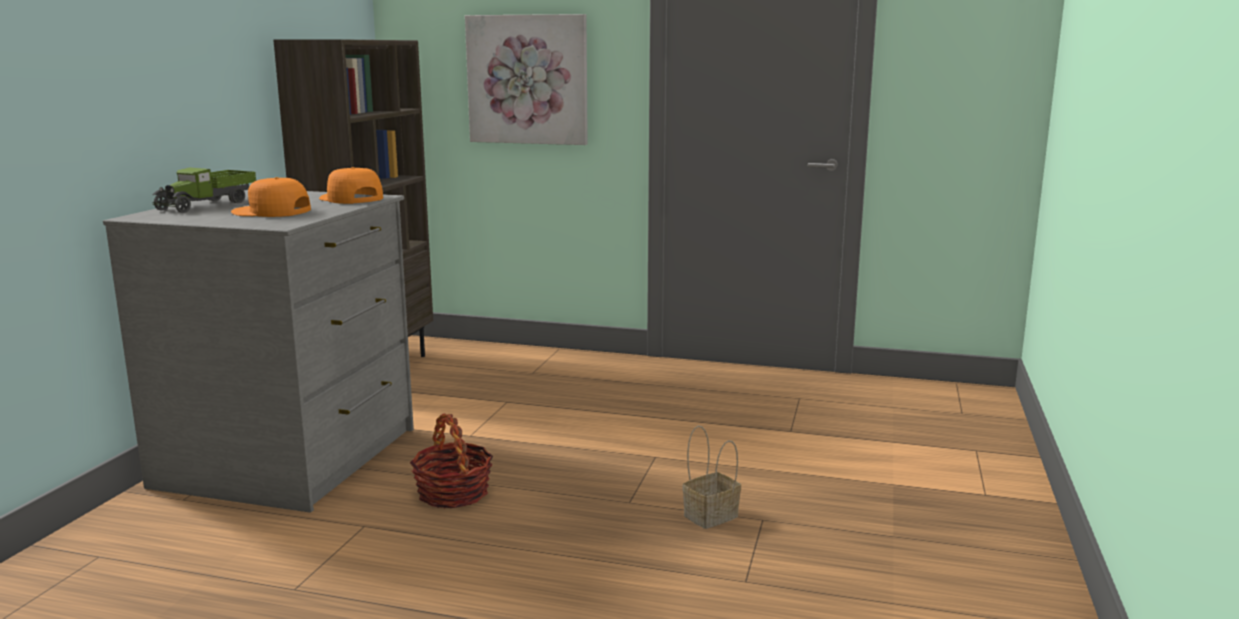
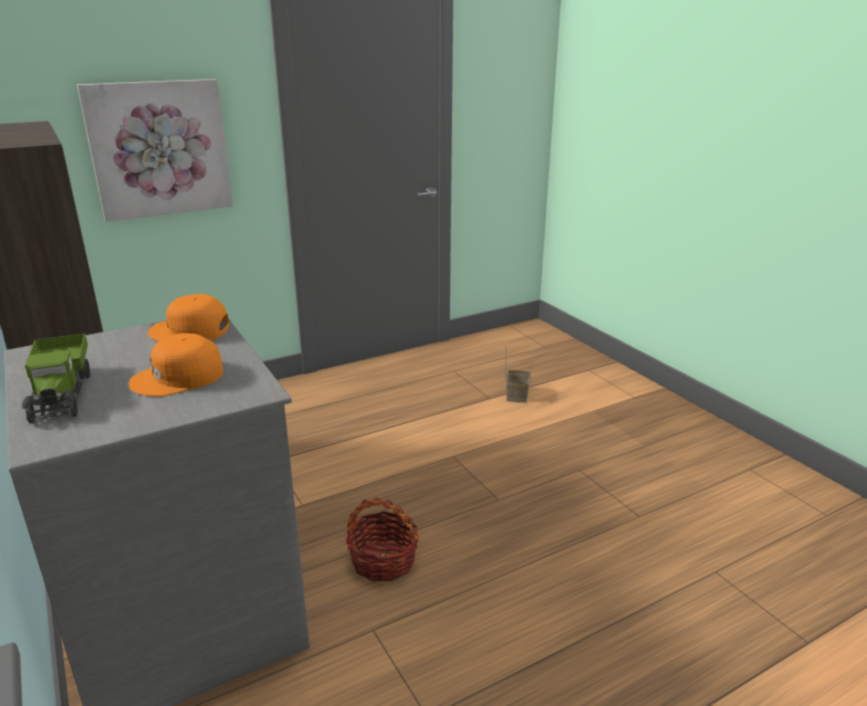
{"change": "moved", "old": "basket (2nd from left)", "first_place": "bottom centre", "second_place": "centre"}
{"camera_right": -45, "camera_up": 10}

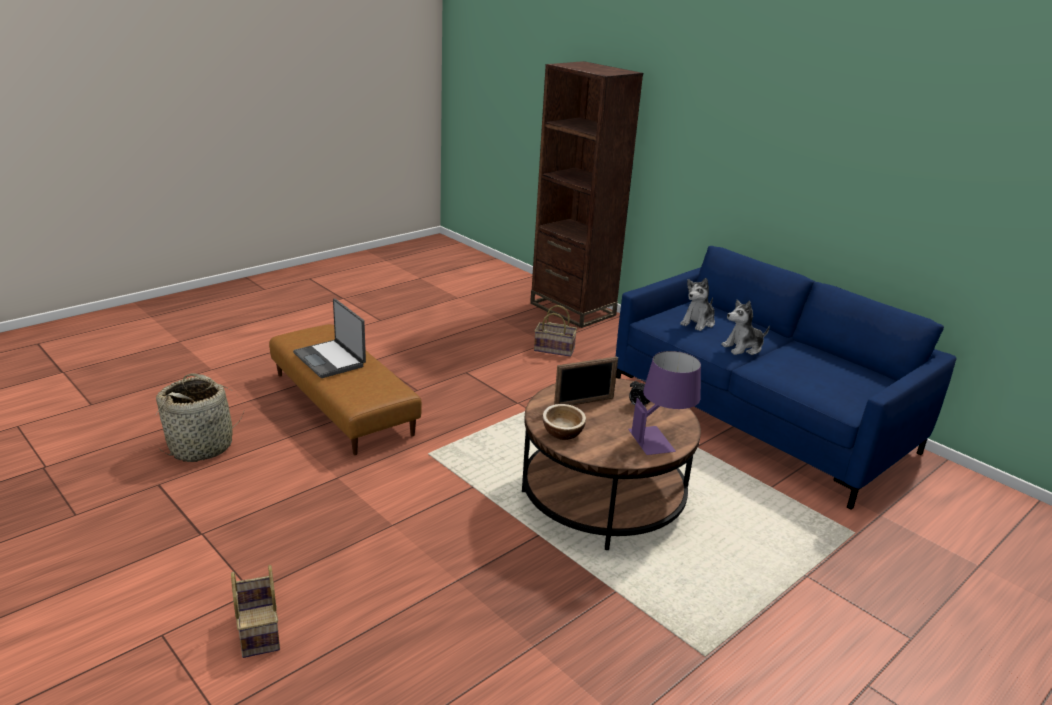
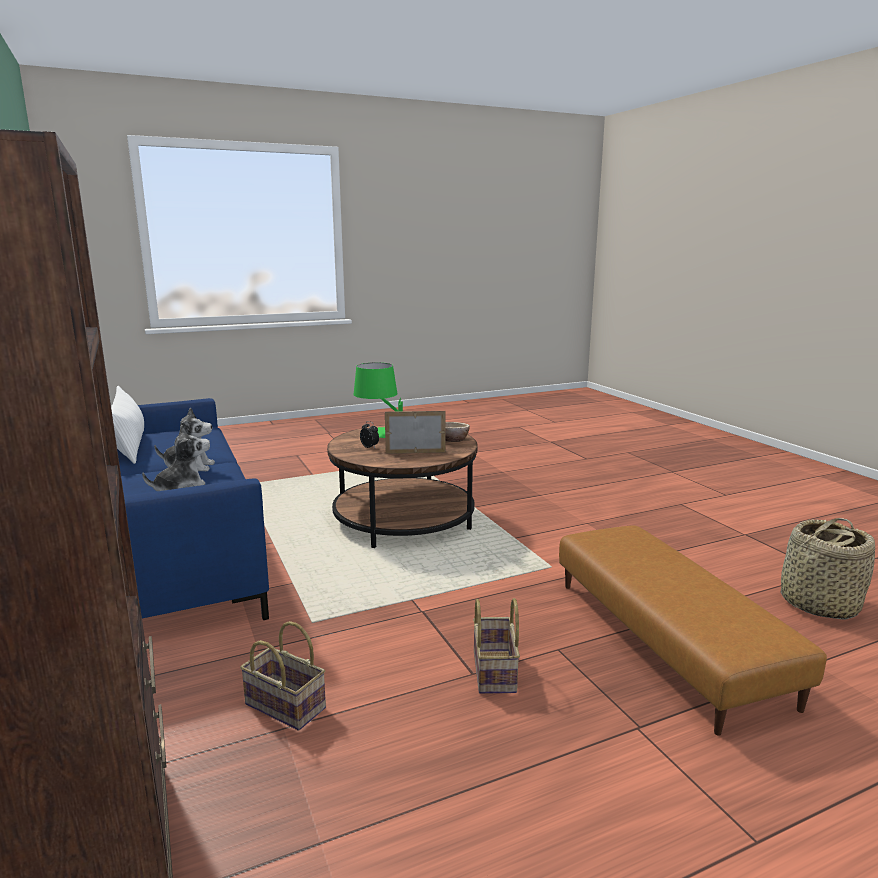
{"change": "removed", "old": "laptop", "first_place": "middle left"}
{"change": "added", "new": "white pillow", "second_place": "middle left"}
{"change": "moved", "old": "basket (2nd from left)", "first_place": "bottom left", "second_place": "bottom centre"}
{"change": "recoloured", "old": "purple table lamp", "new": "green table lamp", "first_place": "centre", "second_place": "centre"}
{"camera_right": -160, "camera_up": -10}

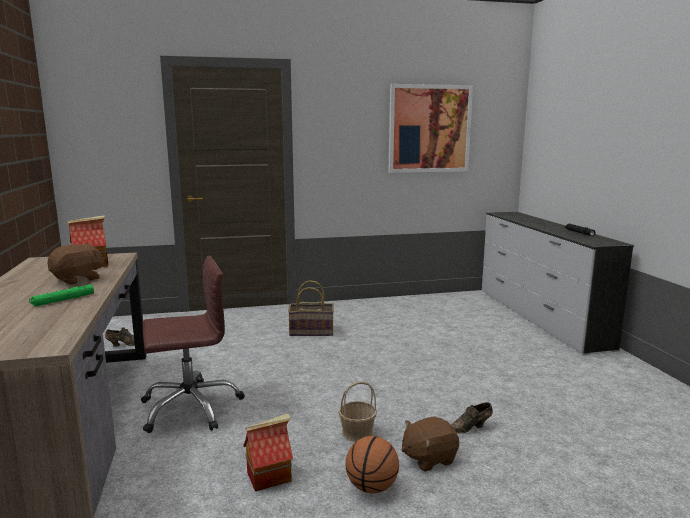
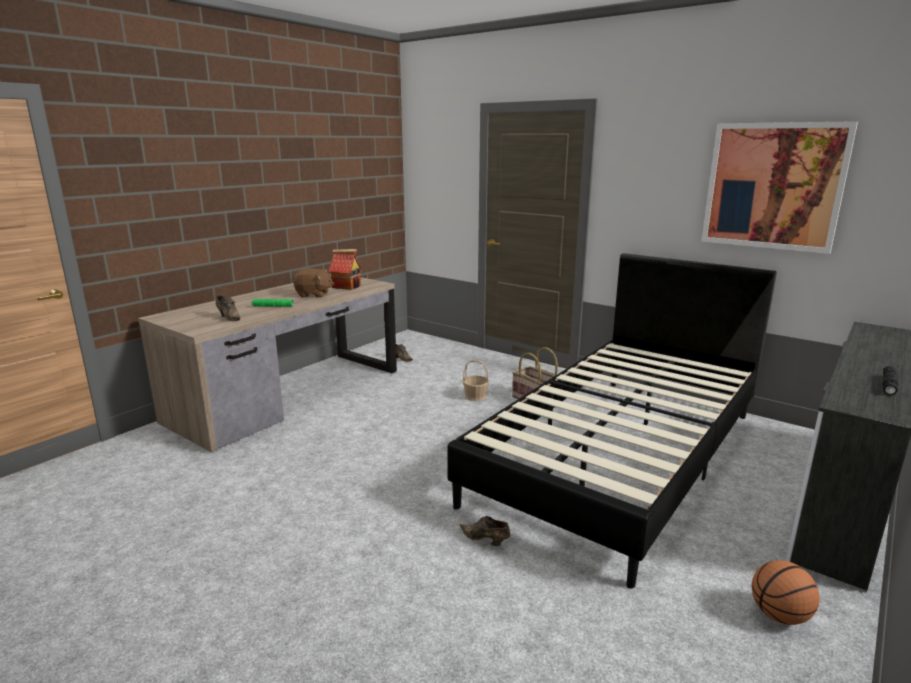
{"change": "removed", "old": "brown office chair", "first_place": "middle left"}
{"change": "removed", "old": "toy house (2nd from left)", "first_place": "bottom centre"}
{"change": "removed", "old": "brown plush toy (2nd from left)", "first_place": "bottom centre"}
{"change": "added", "new": "brown shoe (1st from left)", "second_place": "middle left"}
{"change": "added", "new": "black bed", "second_place": "middle right"}
{"change": "moved", "old": "basket (2nd from left in the first image)", "new": "basket (1st from left)", "first_place": "bottom centre", "second_place": "centre"}
{"change": "moved", "old": "basketball", "first_place": "bottom centre", "second_place": "bottom right"}
{"camera_right": 50, "camera_up": 5}

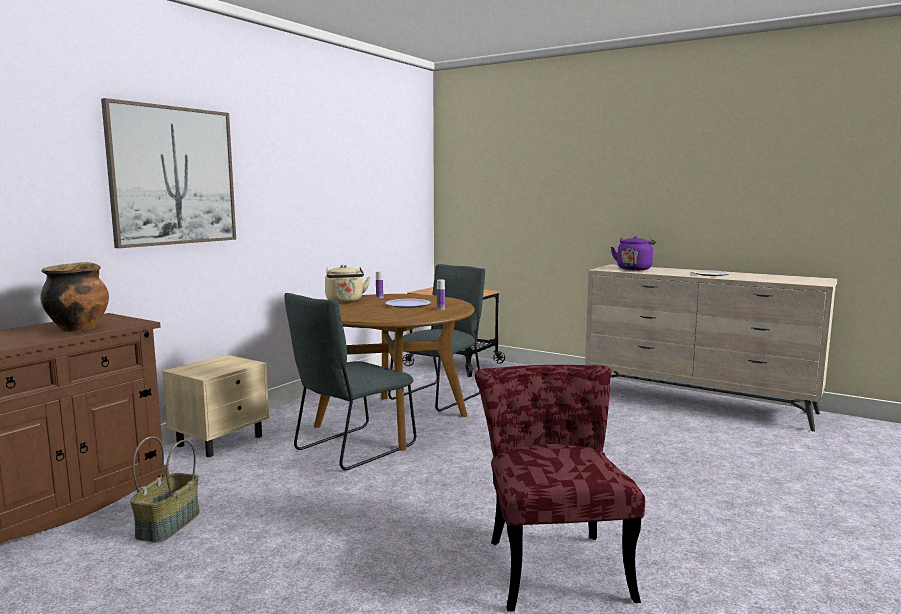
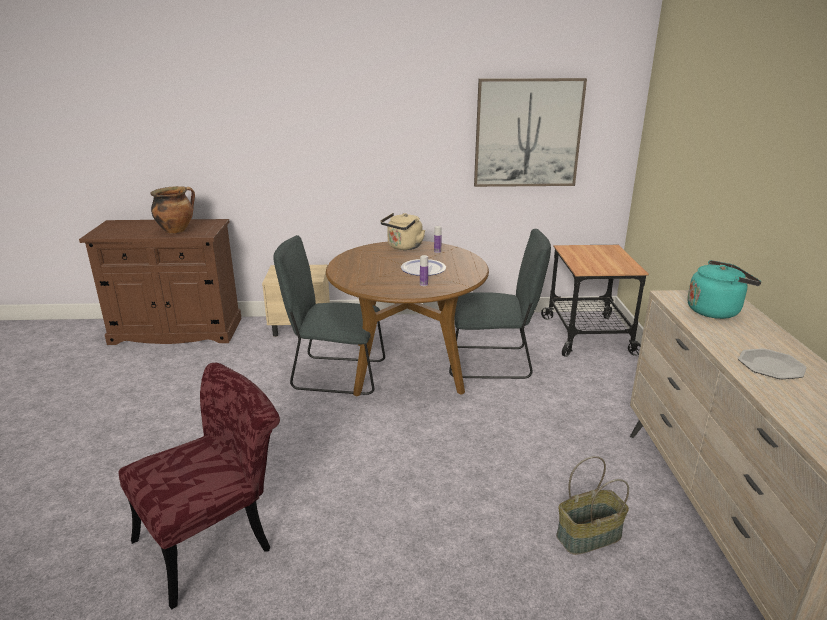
{"change": "moved", "old": "picture", "first_place": "top left", "second_place": "top centre"}
{"change": "moved", "old": "basket", "first_place": "bottom left", "second_place": "bottom right"}
{"change": "recoloured", "old": "purple kettle", "new": "turquoise kettle", "first_place": "middle right", "second_place": "middle right"}
{"camera_right": 55, "camera_up": 15}

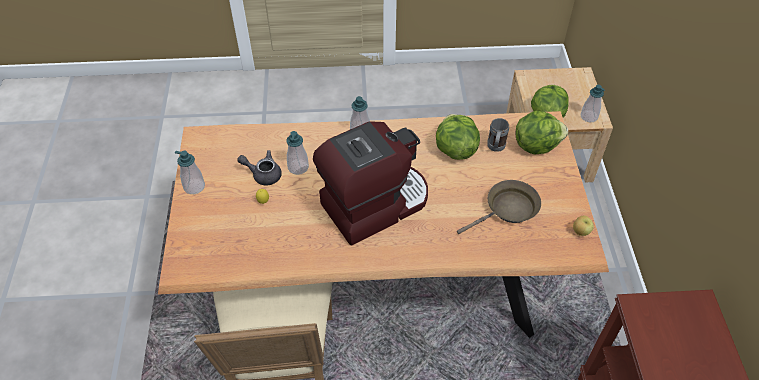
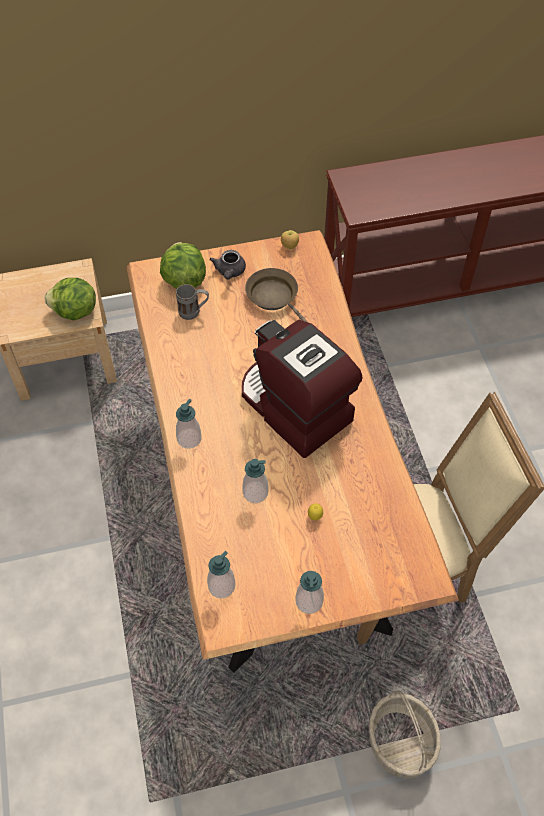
{"change": "removed", "old": "lettuce (1st from left)", "first_place": "centre"}
{"change": "added", "new": "basket", "second_place": "bottom right"}
{"change": "moved", "old": "grey teapot", "first_place": "centre", "second_place": "top centre"}
{"change": "moved", "old": "soap dispenser (4th from left in the first image)", "new": "soap dispenser (2nd from left)", "first_place": "top right", "second_place": "bottom centre"}
{"camera_right": -100, "camera_up": 5}

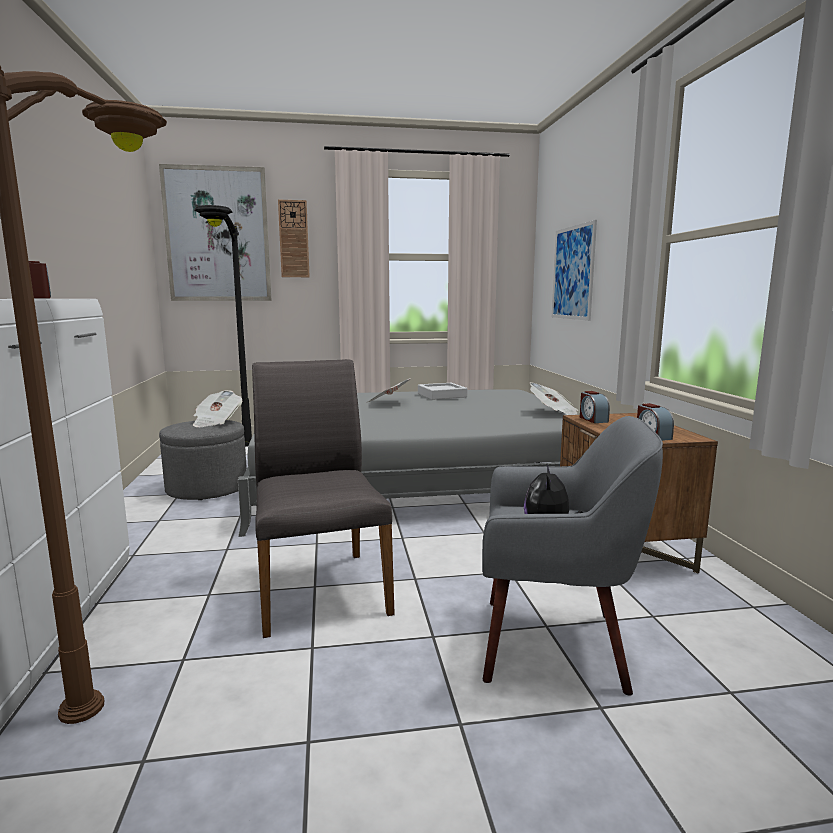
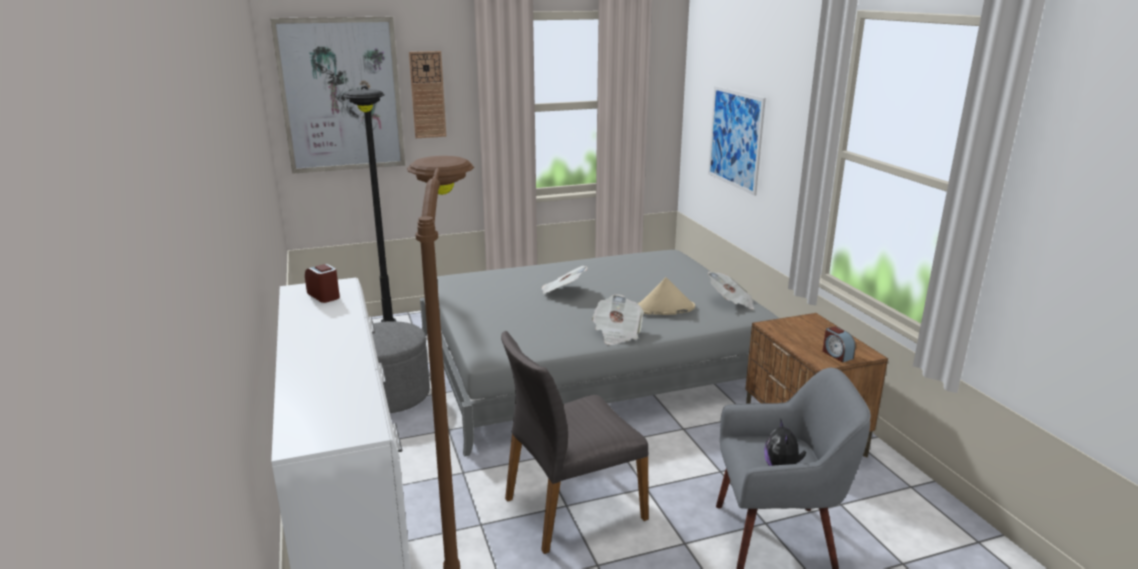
{"change": "removed", "old": "grey tray", "first_place": "centre"}
{"change": "removed", "old": "alarm clock (2nd from left)", "first_place": "middle right"}
{"change": "added", "new": "beige hat", "second_place": "centre"}
{"change": "moved", "old": "newspaper (1st from left in the first image)", "new": "newspaper (2nd from left)", "first_place": "middle left", "second_place": "centre"}
{"change": "turned", "old": "grey chair", "first_place": "centre", "second_place": "bottom centre", "degrees": -90}
{"camera_right": -10, "camera_up": 10}

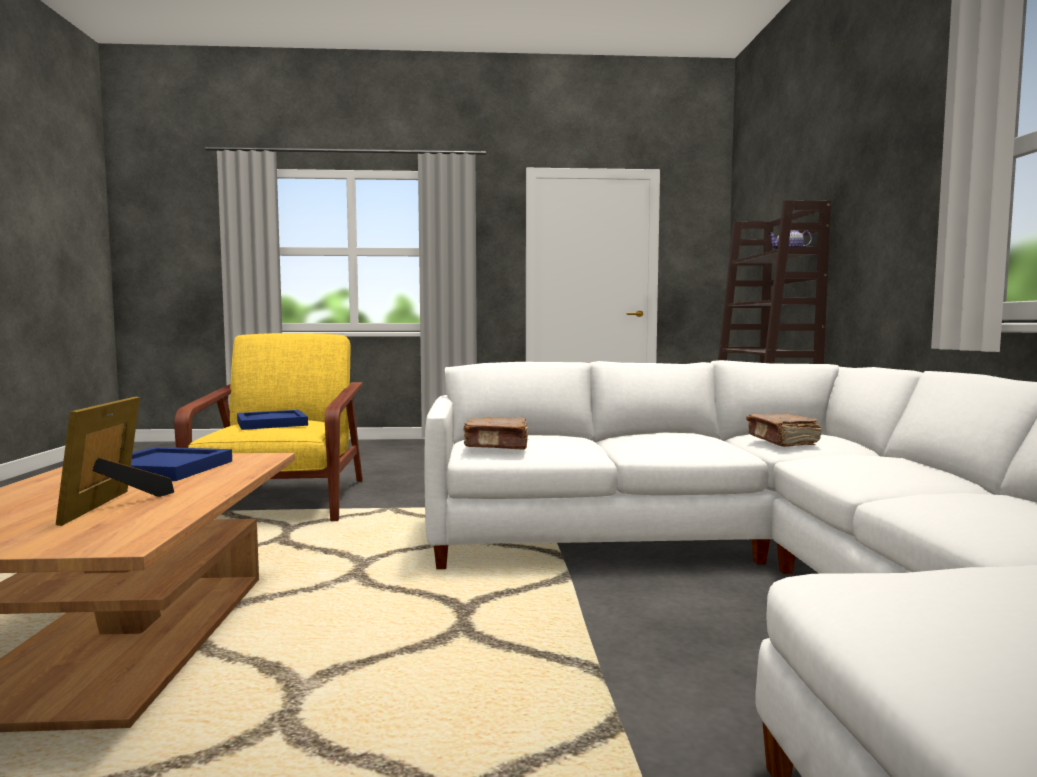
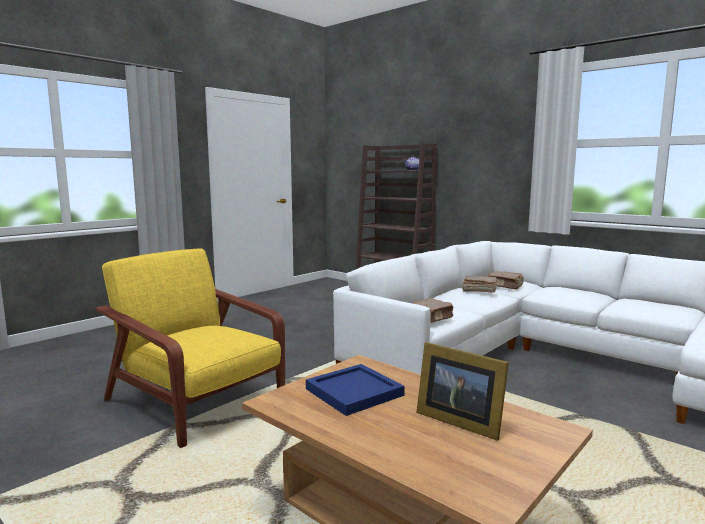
{"change": "removed", "old": "blue tray (2nd from left)", "first_place": "middle left"}
{"change": "added", "new": "brown book (2nd from left)", "second_place": "middle right"}
{"camera_right": -45, "camera_up": 5}

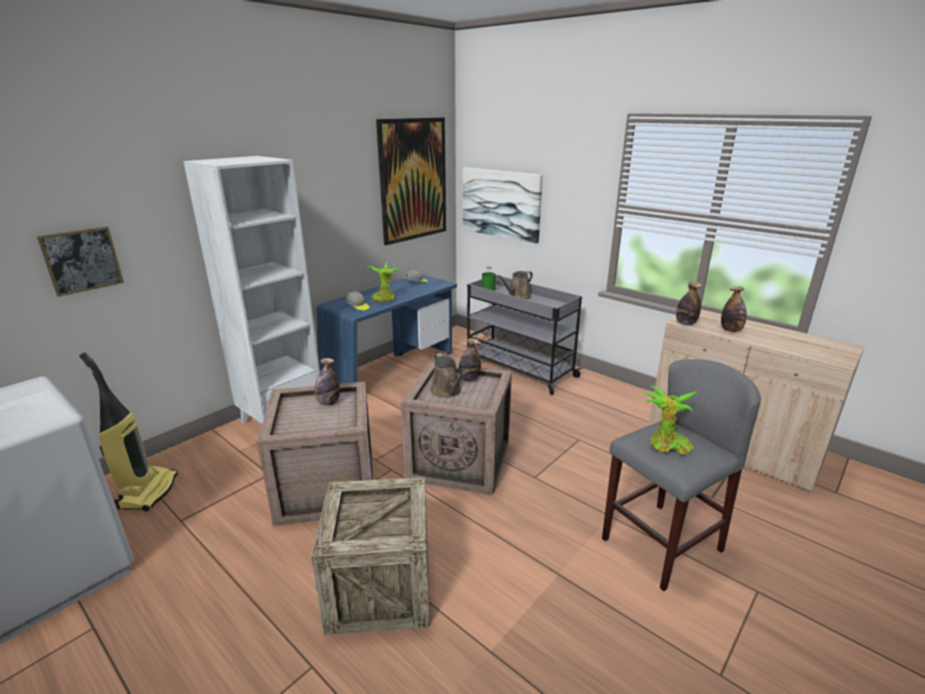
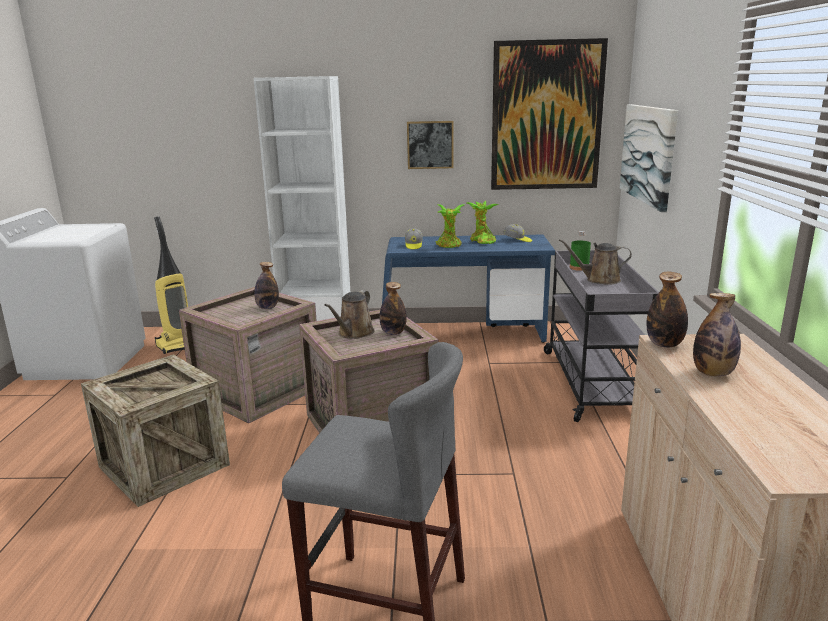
{"change": "moved", "old": "picture (1st from left)", "first_place": "middle left", "second_place": "top centre"}
{"change": "moved", "old": "potted plant (2nd from left)", "first_place": "middle right", "second_place": "centre"}
{"camera_right": 50, "camera_up": -5}

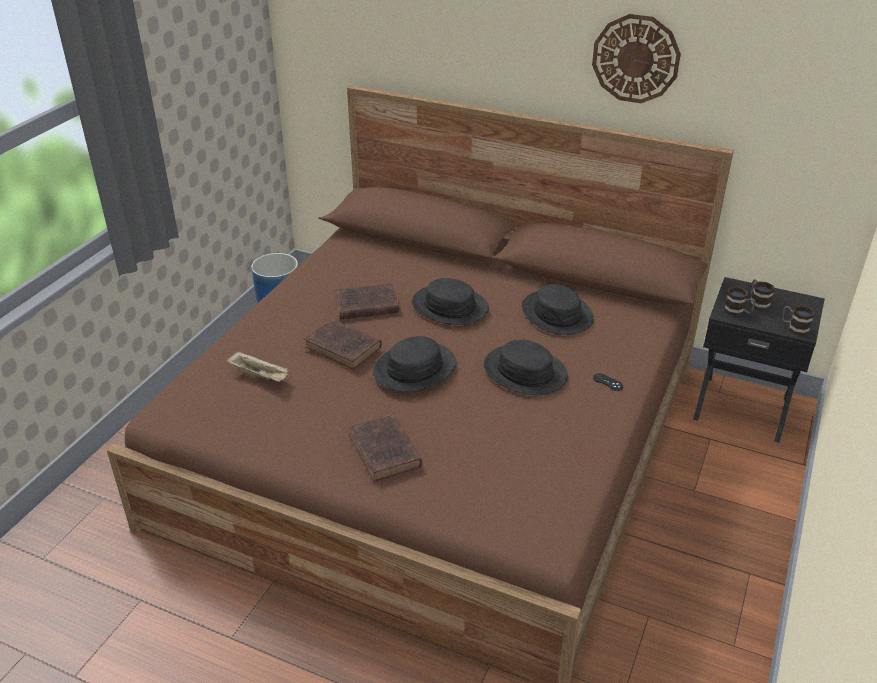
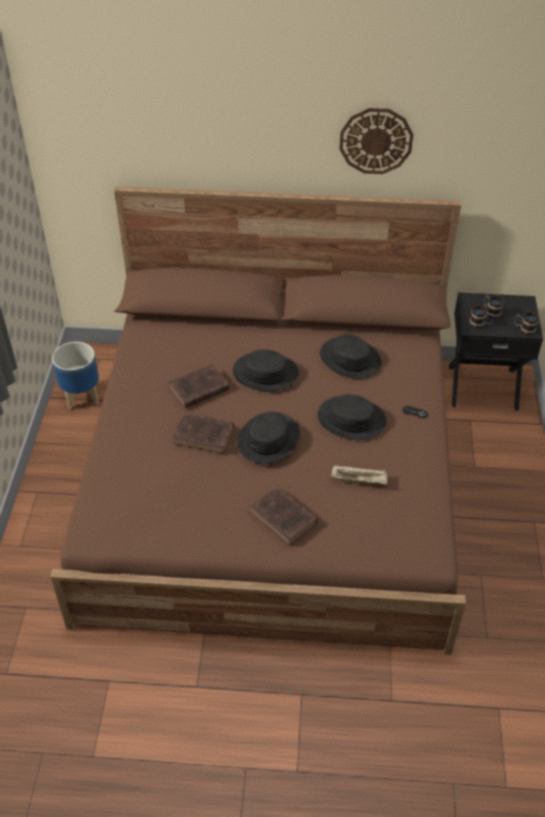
{"change": "moved", "old": "beige tray", "first_place": "middle left", "second_place": "centre"}
{"camera_right": -20, "camera_up": 10}

